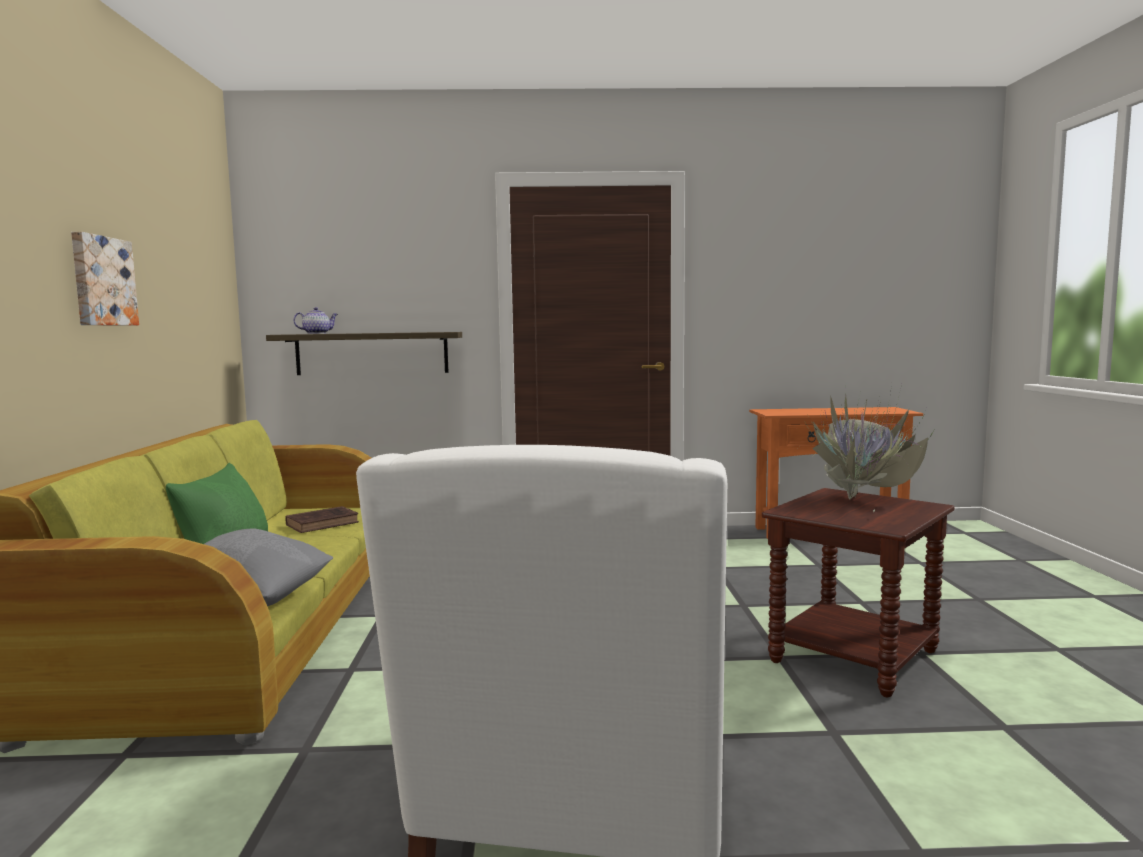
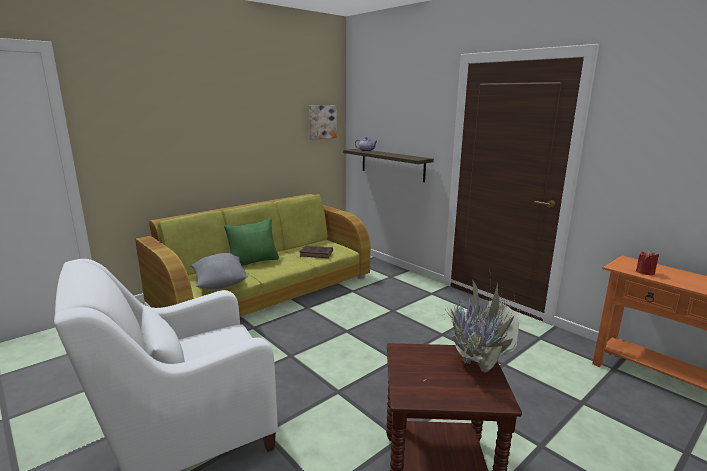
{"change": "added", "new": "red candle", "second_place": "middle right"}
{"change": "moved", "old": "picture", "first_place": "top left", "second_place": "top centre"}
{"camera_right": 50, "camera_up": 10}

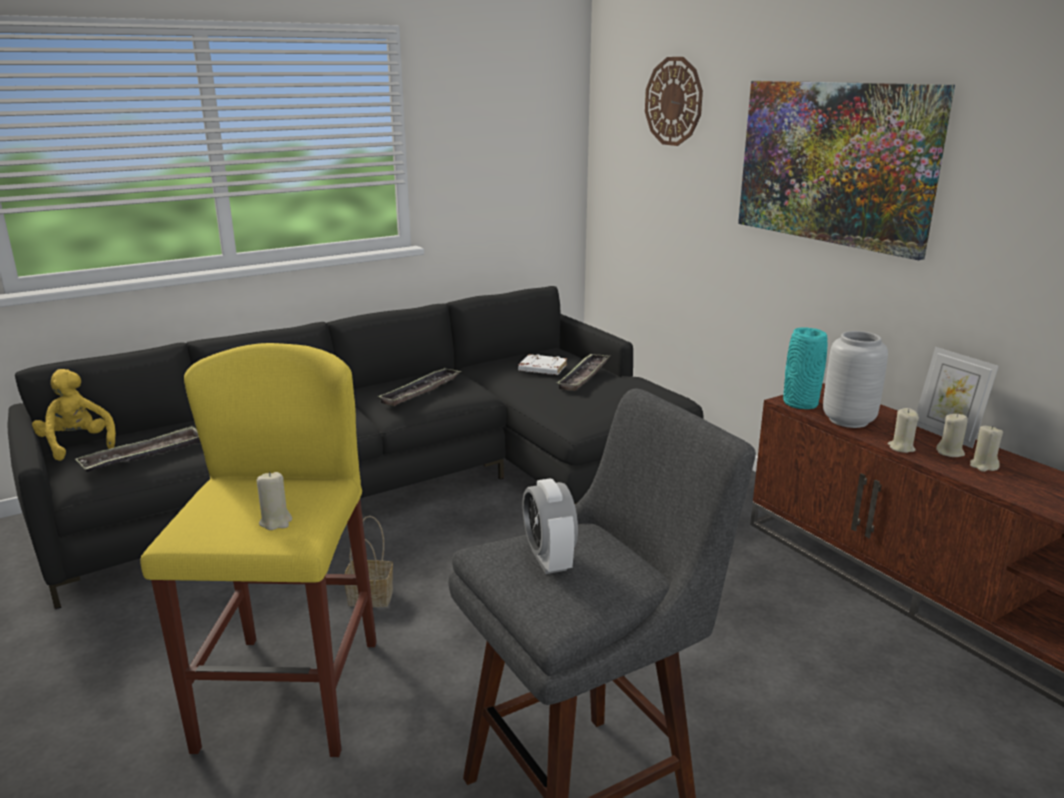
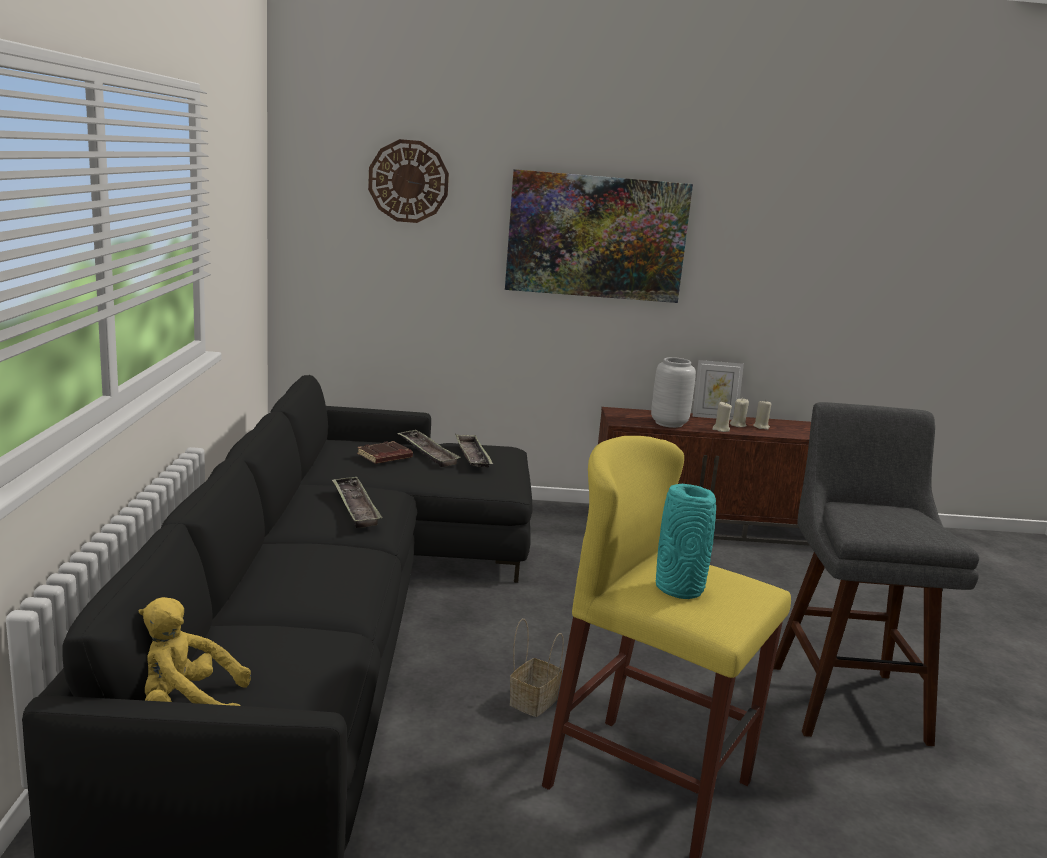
{"change": "removed", "old": "beige candle (1st from left)", "first_place": "middle left"}
{"change": "removed", "old": "alarm clock", "first_place": "centre"}
{"change": "moved", "old": "tray (1st from left in the first image)", "new": "tray (3rd from left)", "first_place": "middle left", "second_place": "centre"}
{"change": "moved", "old": "turquoise vase", "first_place": "middle right", "second_place": "centre"}
{"change": "recoloured", "old": "white book", "new": "brown book", "first_place": "centre", "second_place": "centre"}
{"camera_right": -60, "camera_up": -5}

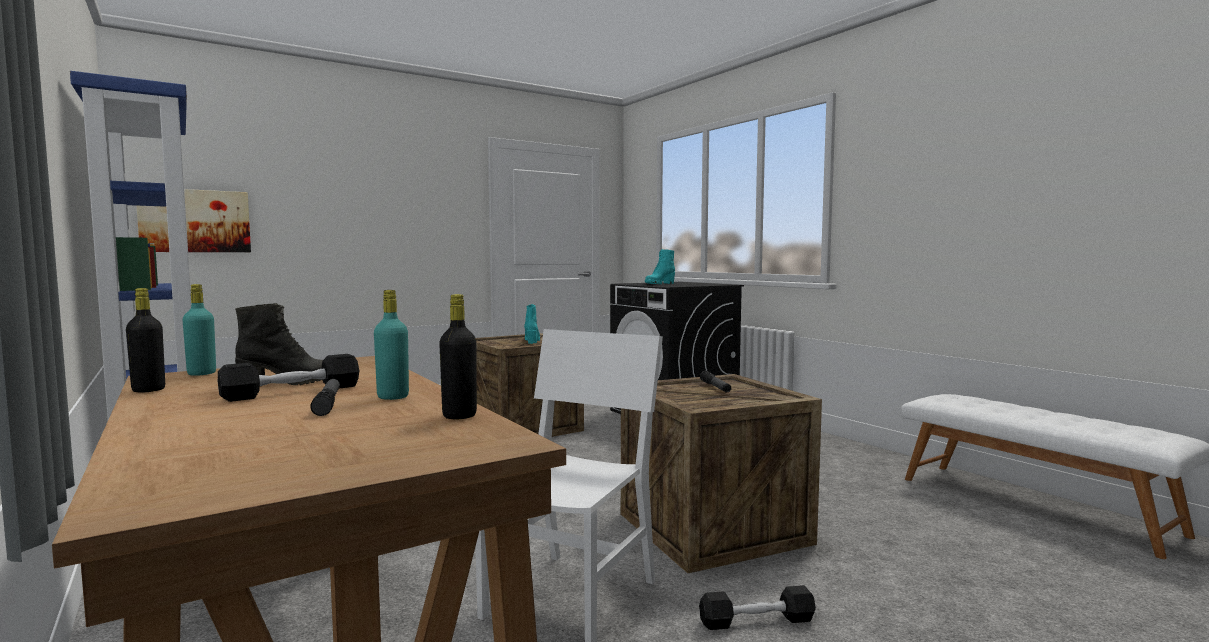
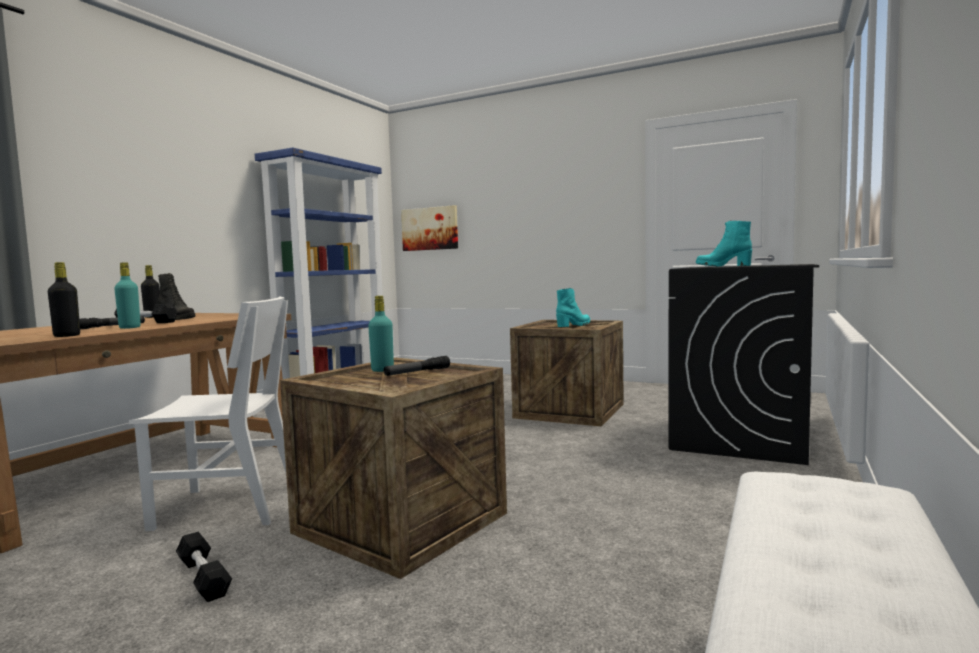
{"change": "moved", "old": "turquoise bottle (1st from left in the first image)", "new": "turquoise bottle (2nd from left)", "first_place": "middle left", "second_place": "centre"}
{"camera_right": 60, "camera_up": 0}

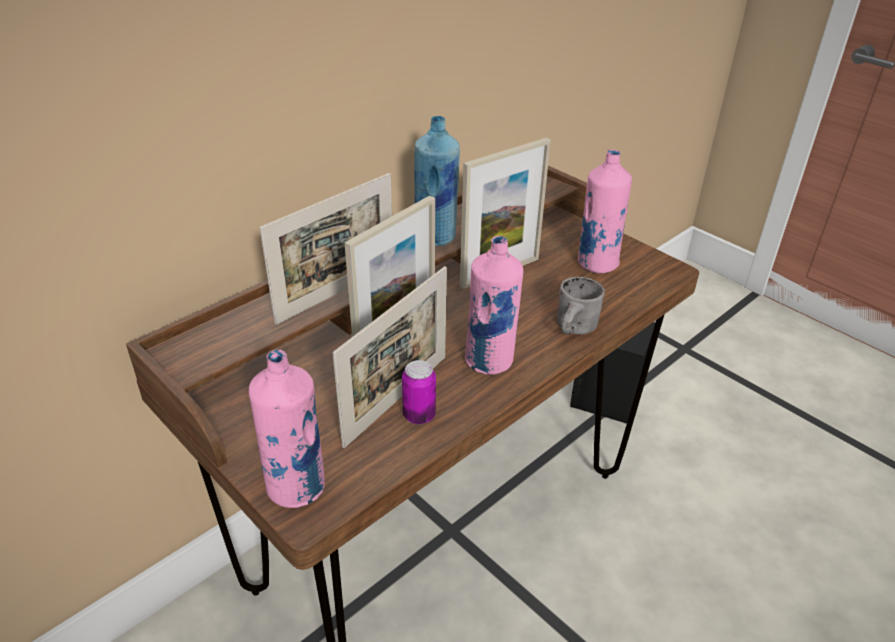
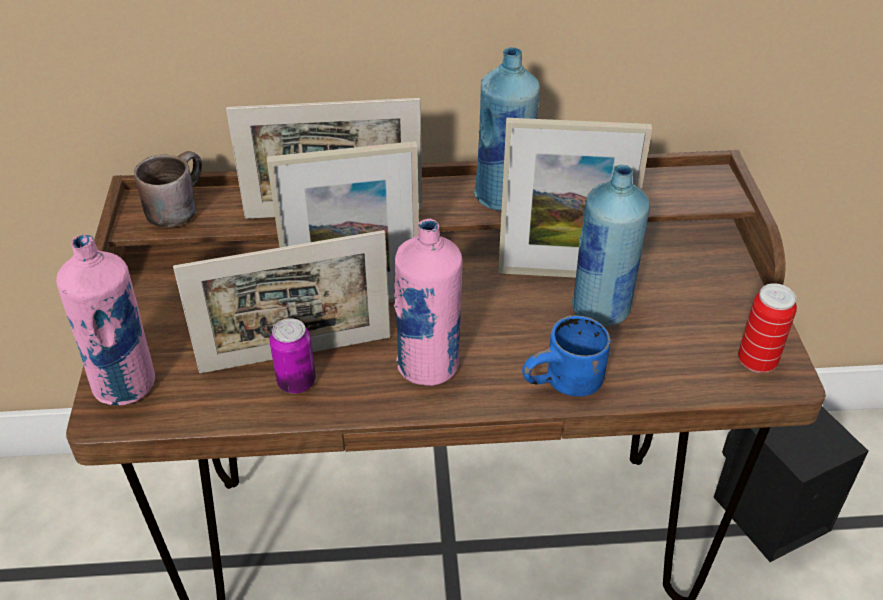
{"change": "removed", "old": "pink bottle (3rd from left)", "first_place": "top right"}
{"change": "added", "new": "brown mug", "second_place": "top left"}
{"change": "added", "new": "blue bottle (2nd from left)", "second_place": "middle right"}
{"change": "added", "new": "can (2nd from left)", "second_place": "middle right"}
{"change": "recoloured", "old": "grey mug", "new": "blue mug", "first_place": "centre", "second_place": "centre"}
{"camera_right": 40, "camera_up": 5}

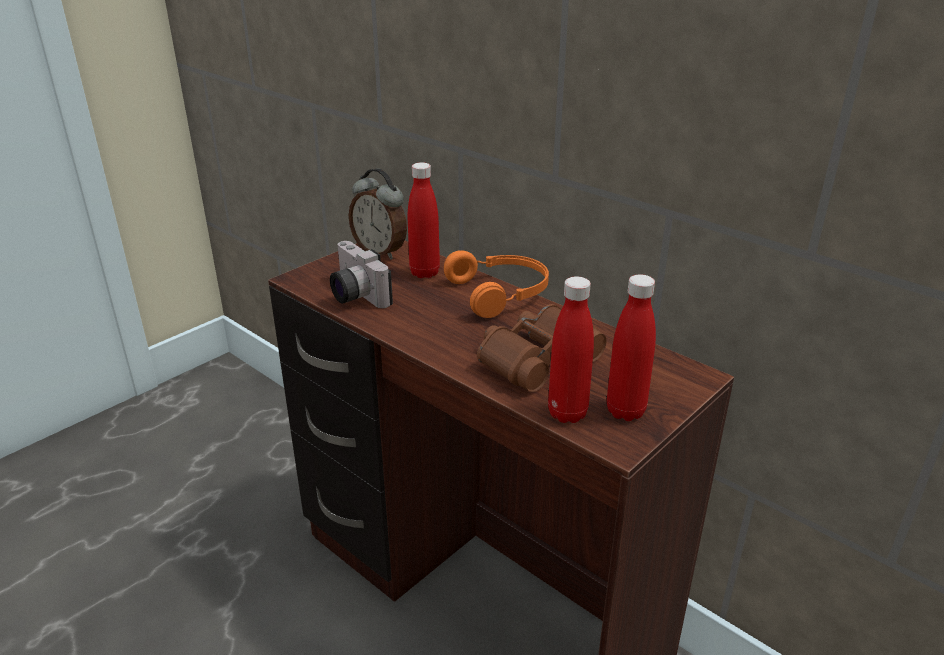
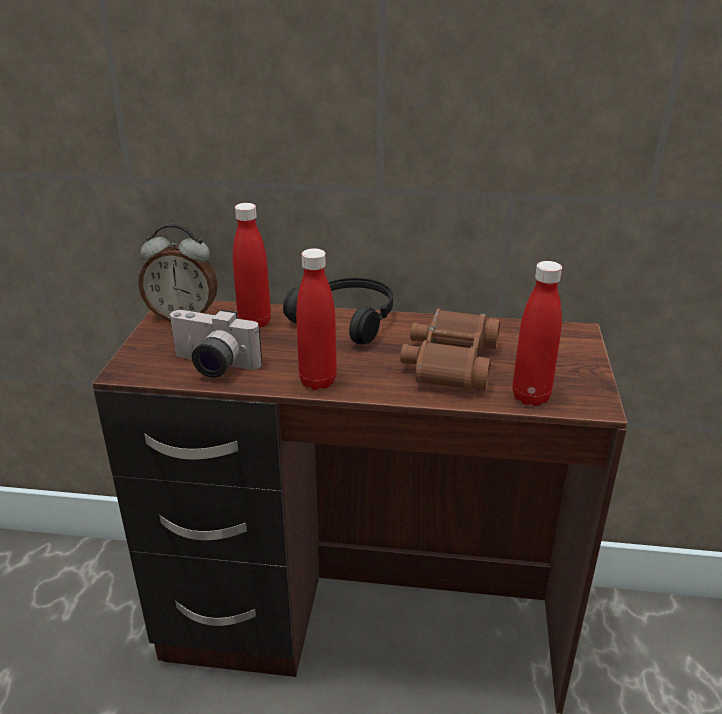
{"change": "moved", "old": "red bottle (3rd from left in the first image)", "new": "red bottle (2nd from left)", "first_place": "middle right", "second_place": "centre"}
{"change": "recoloured", "old": "orange headphones", "new": "black headphones", "first_place": "centre", "second_place": "centre"}
{"camera_right": -35, "camera_up": 0}

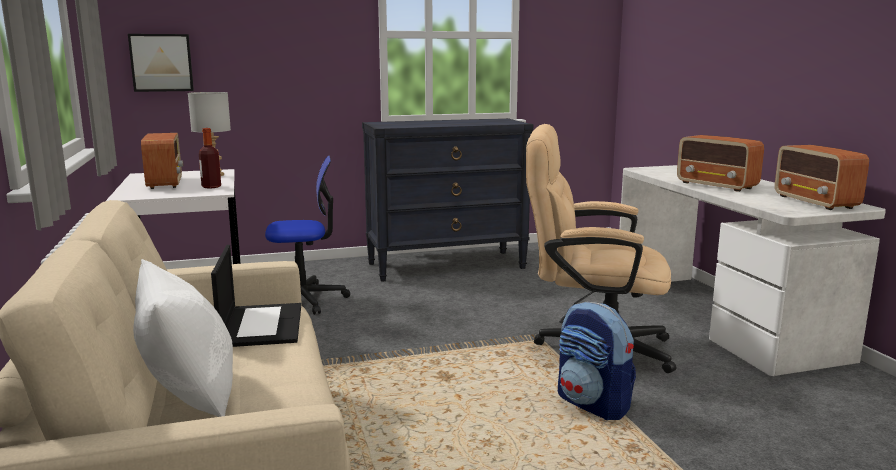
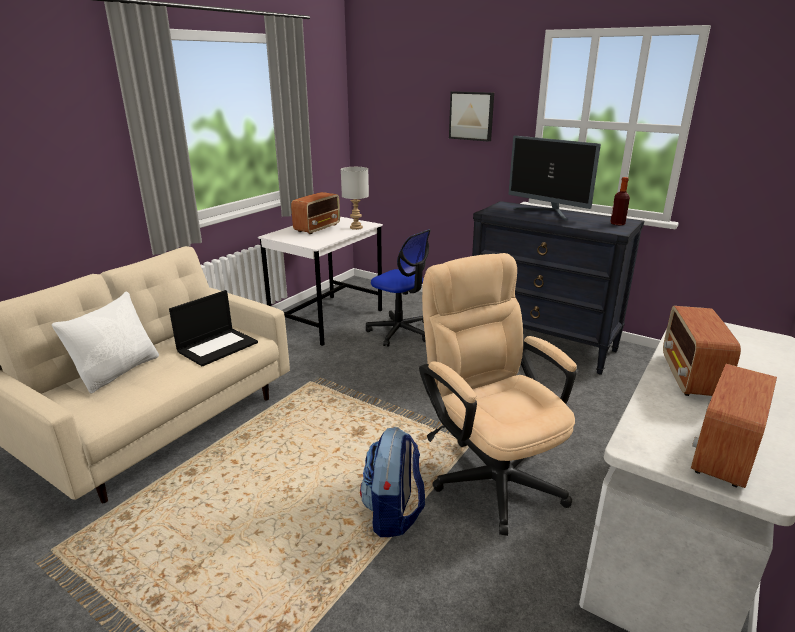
{"change": "added", "new": "monitor", "second_place": "top right"}
{"change": "moved", "old": "picture", "first_place": "top left", "second_place": "top centre"}
{"change": "moved", "old": "bottle", "first_place": "middle left", "second_place": "top right"}
{"camera_right": 50, "camera_up": 10}

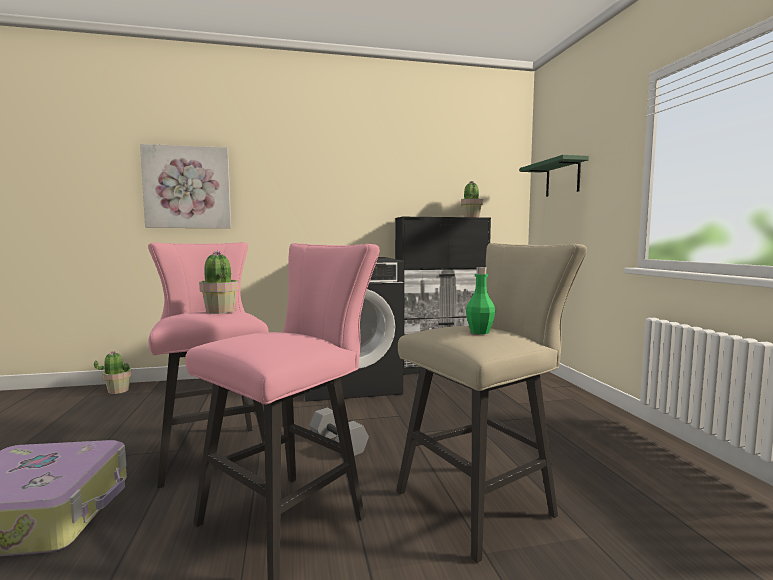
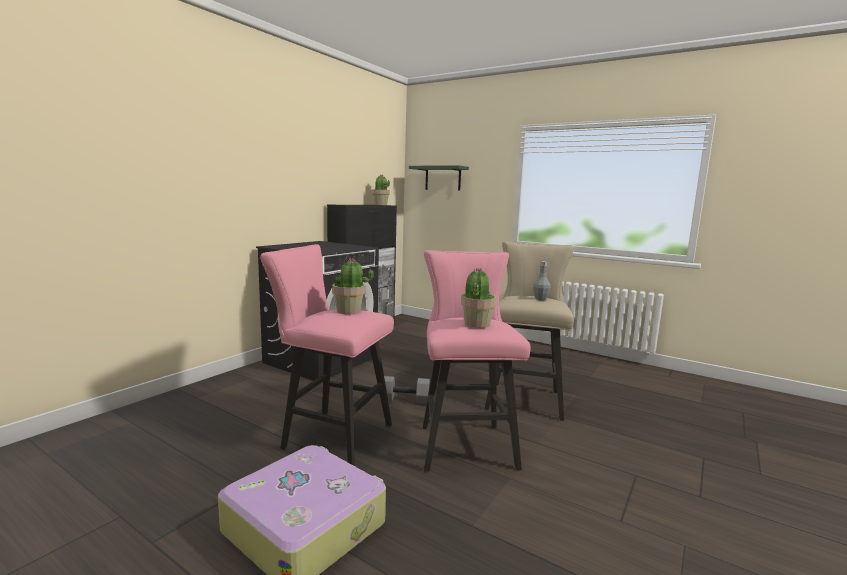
{"change": "removed", "old": "picture", "first_place": "top left"}
{"change": "moved", "old": "potted plant (1st from left in the first image)", "new": "potted plant (3rd from left)", "first_place": "middle left", "second_place": "centre"}
{"change": "recoloured", "old": "green bottle", "new": "grey bottle", "first_place": "centre", "second_place": "centre"}
{"camera_right": -45, "camera_up": 5}

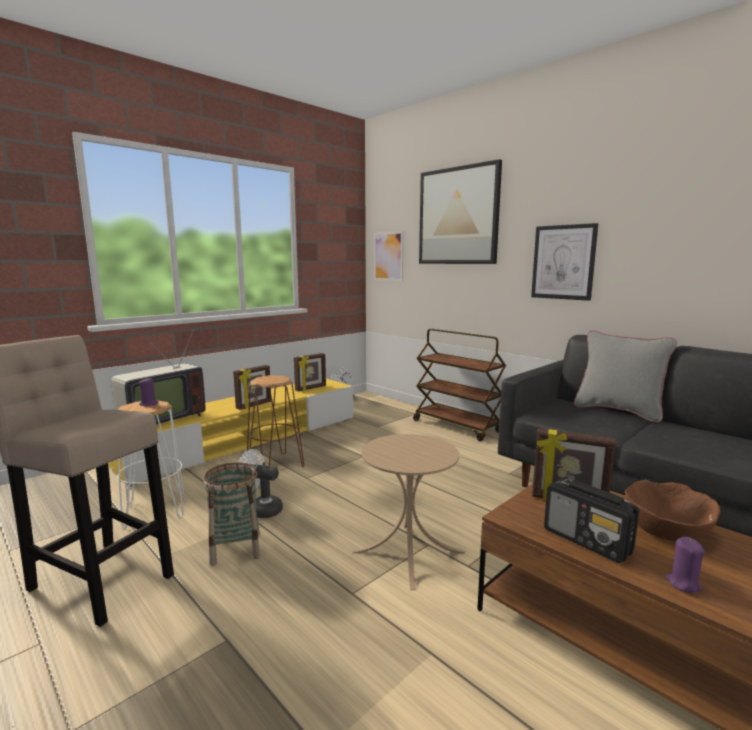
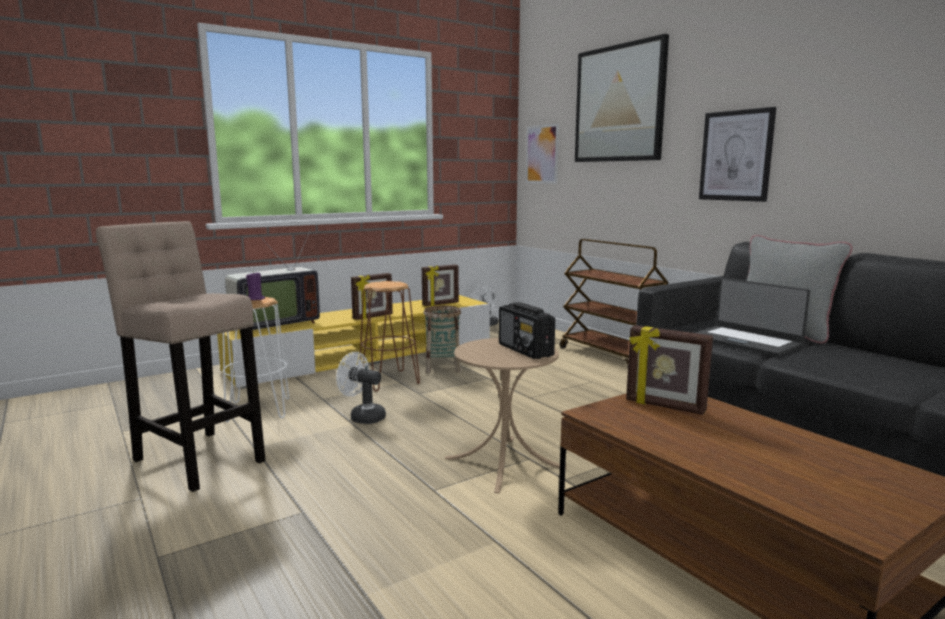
{"change": "removed", "old": "brown bowl", "first_place": "bottom right"}
{"change": "removed", "old": "purple candle (2nd from left)", "first_place": "bottom right"}
{"change": "added", "new": "laptop", "second_place": "middle right"}
{"change": "moved", "old": "basket", "first_place": "bottom left", "second_place": "centre"}
{"change": "moved", "old": "radio", "first_place": "bottom right", "second_place": "centre"}
{"camera_right": 10, "camera_up": 0}

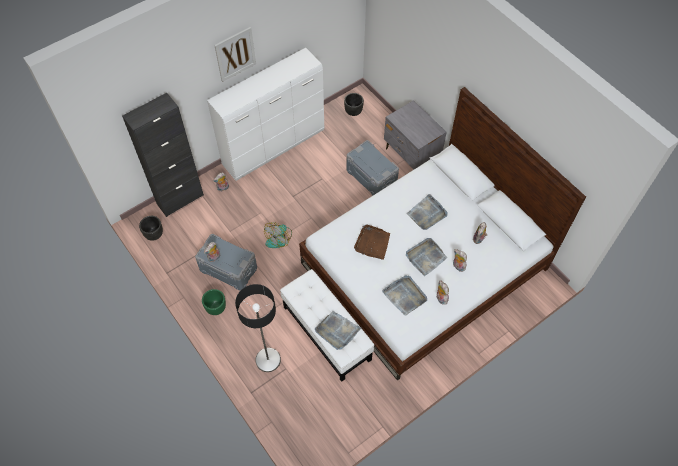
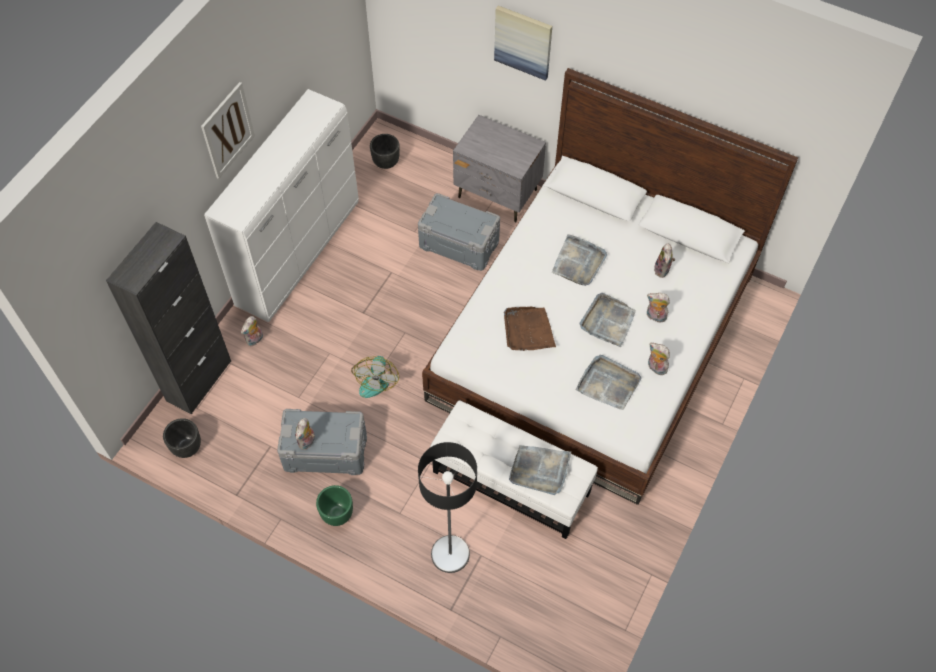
{"change": "added", "new": "picture (2nd from left)", "second_place": "top centre"}
{"camera_right": -25, "camera_up": 0}

